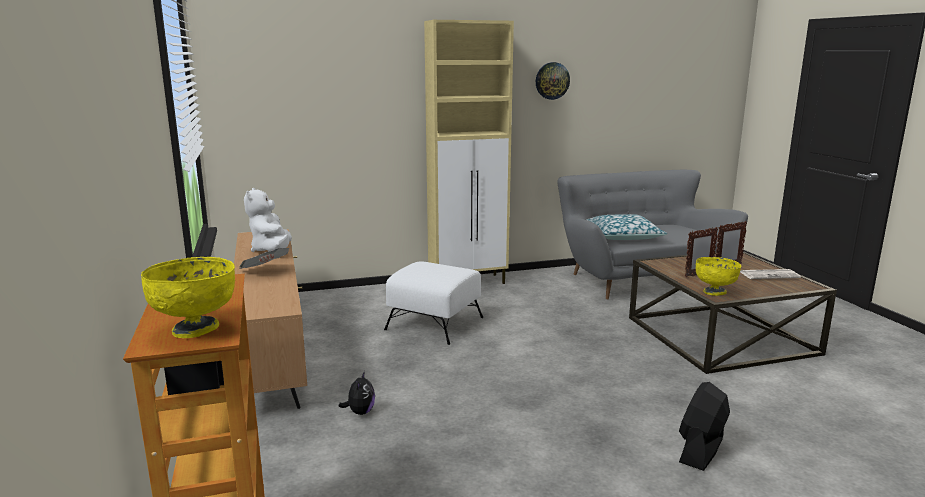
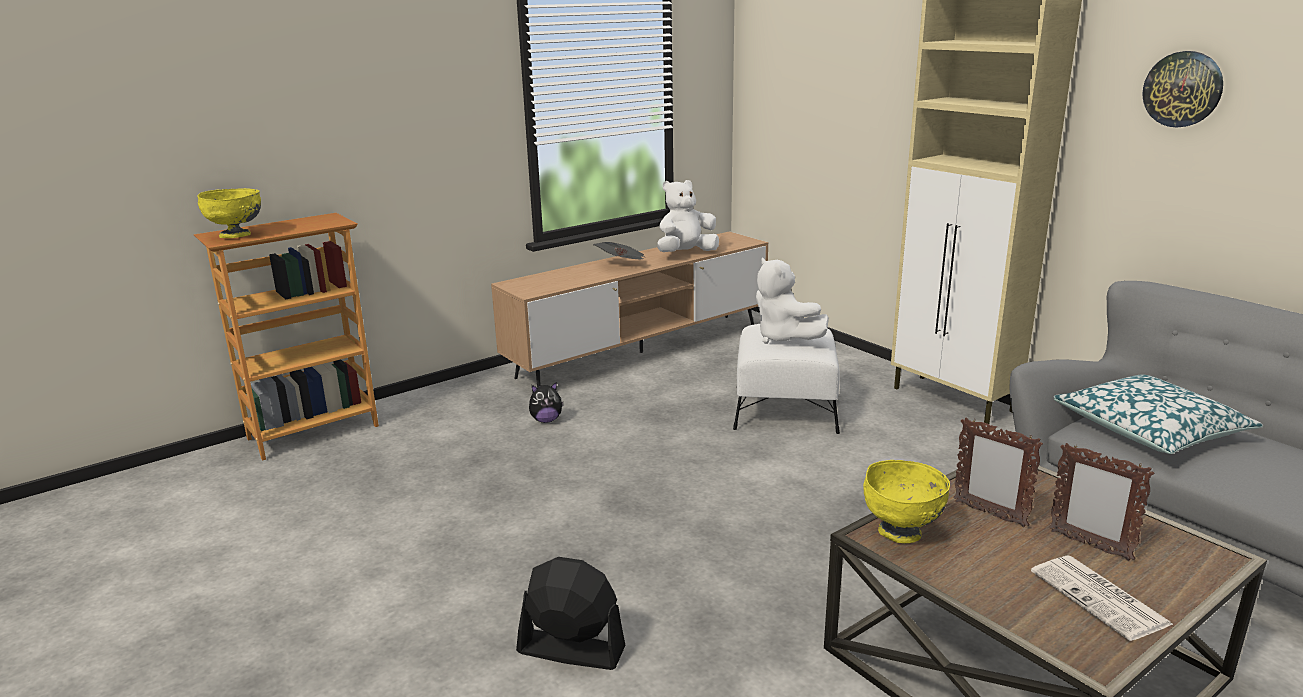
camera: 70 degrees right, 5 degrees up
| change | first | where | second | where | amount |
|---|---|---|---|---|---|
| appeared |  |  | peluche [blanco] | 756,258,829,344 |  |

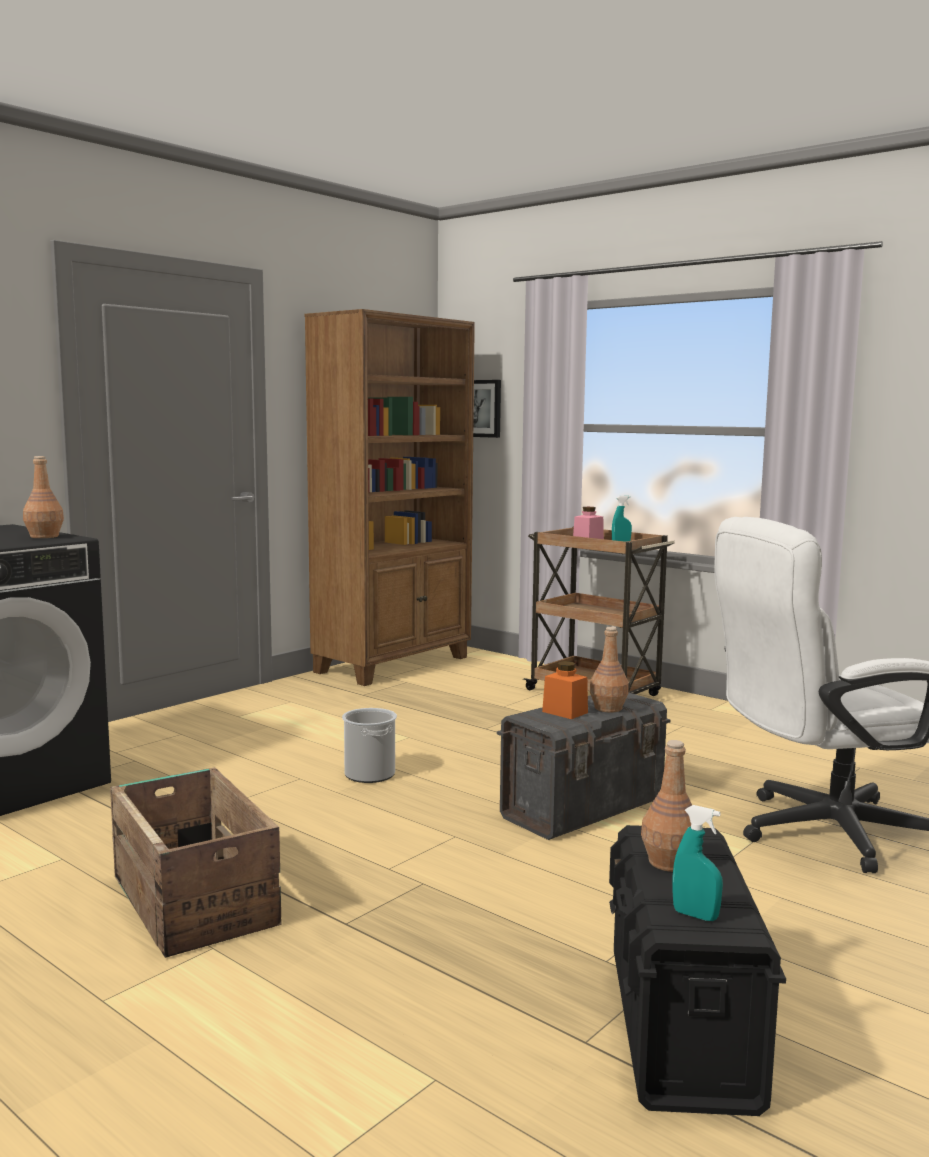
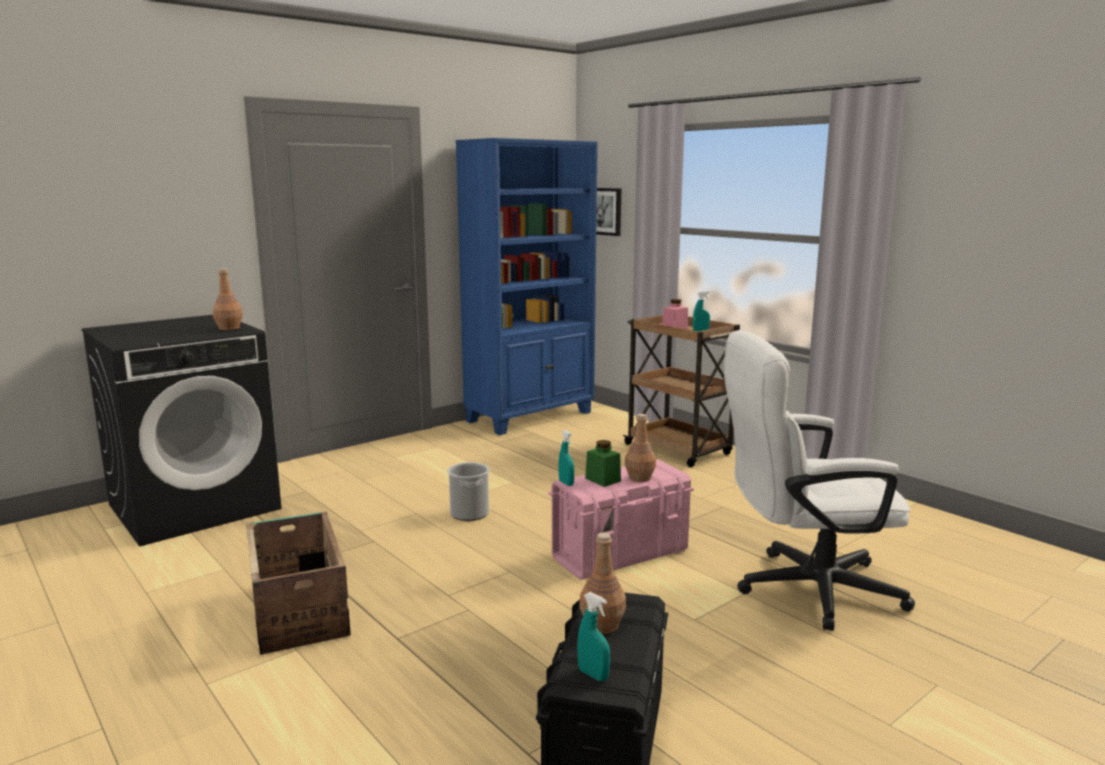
camera: 10 degrees right, 5 degrees up
| change | first | where | second | where | amount |
|---|---|---|---|---|---|
| colour | estantería [marrón] | 304,309,475,686 | estantería [azul] | 456,138,598,435 |  |
| colour | caja de almacenaje [gris] | 497,693,671,840 | caja de almacenaje [rosa] | 548,459,694,580 |  |
| appeared |  |  | pulverizador [turquesa] | 559,430,574,486 |  |
| colour | tarro [naranja] | 542,661,588,719 | tarro [verde] | 585,440,621,487 |  |

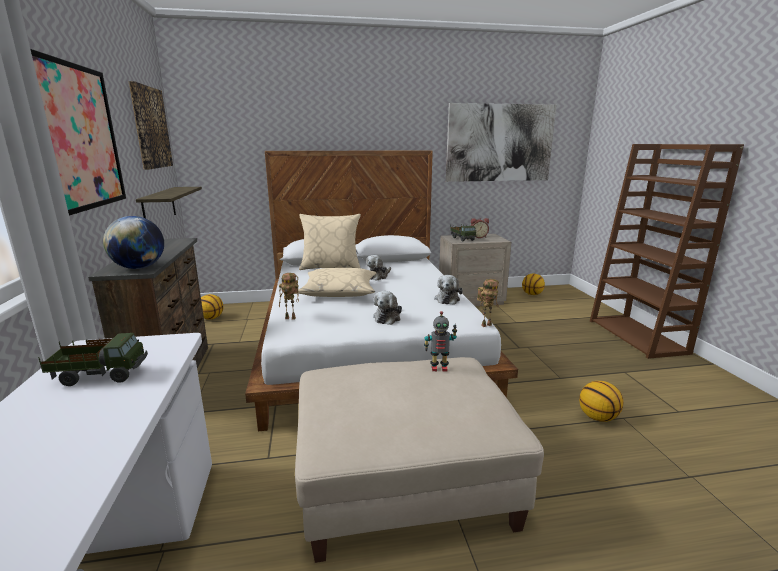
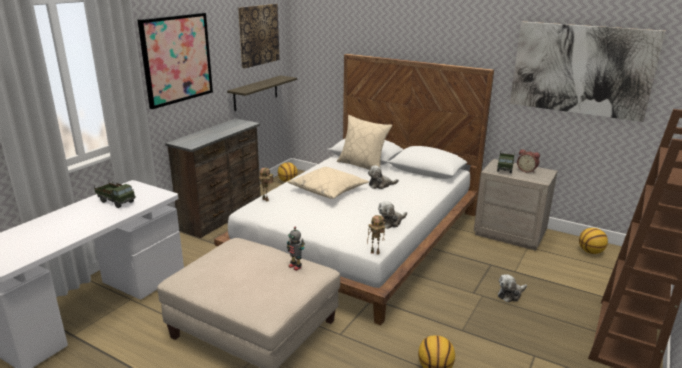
camera: 40 degrees right, 5 degrees up
| change | first | where | second | where | amount |
|---|---|---|---|---|---|
| relocated | peluche | 373,291,402,325 |  | 498,274,527,302 |  |
| missing | globo terráqueo | 103,216,164,269 |  |  |  |

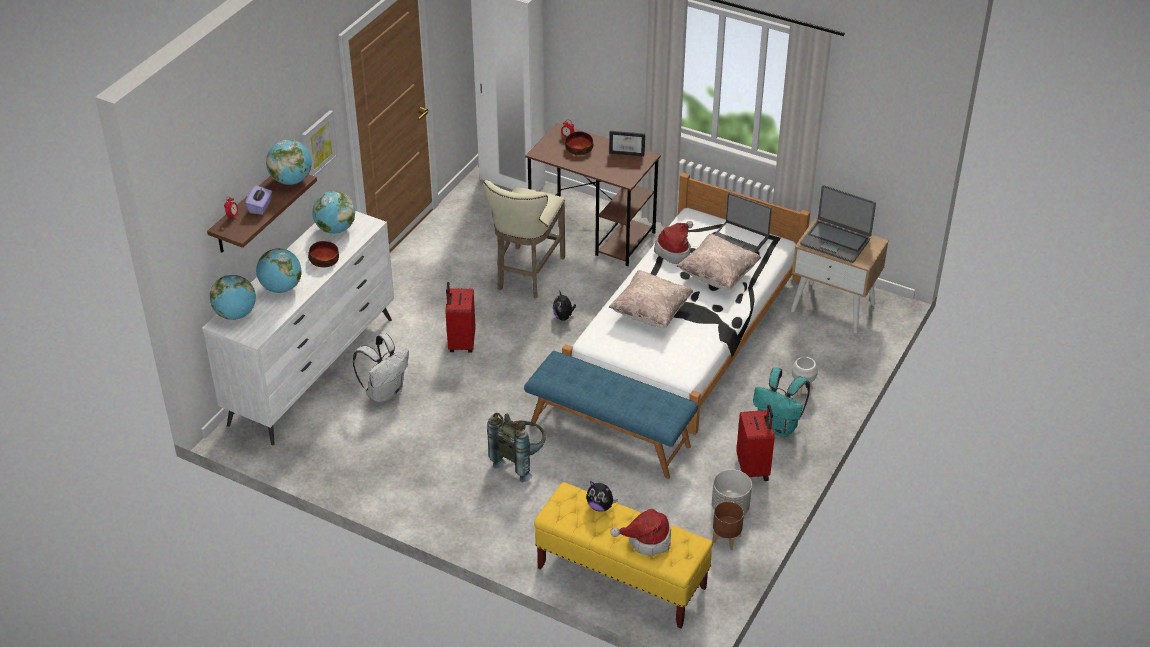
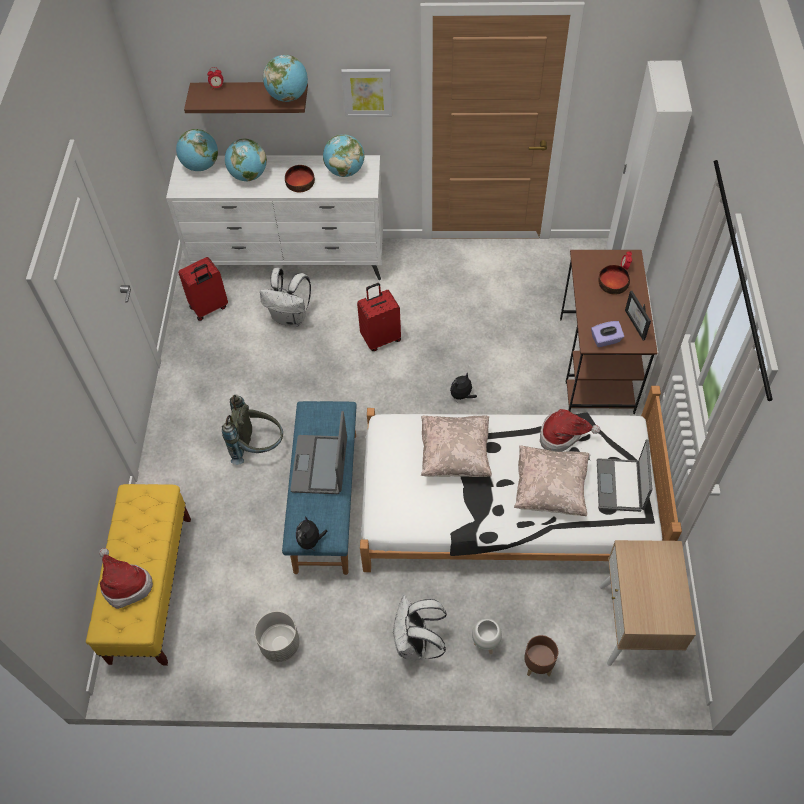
camera: 65 degrees right, 15 degrees up
| change | first | where | second | where | amount |
|---|---|---|---|---|---|
| relocated | maleta [rojo] | 736,405,775,481 |  | 178,257,228,321 |  |
| relocated | portátil | 800,185,876,263 |  | 290,411,347,494 |  |
| relocated | peluche | 586,481,618,512 |  | 296,516,327,552 |  |
| colour | mochila [turquesa] | 753,368,810,437 | mochila [blanco] | 392,595,447,661 |  |
| relocated | maceta [marrón] | 712,501,744,550 |  | 524,635,558,676 |  |
| relocated | caja de pañuelos [morado] | 245,186,272,215 |  | 591,321,624,347 |  |
| missing | taburete [beis] | 483,180,565,298 |  |  |  |

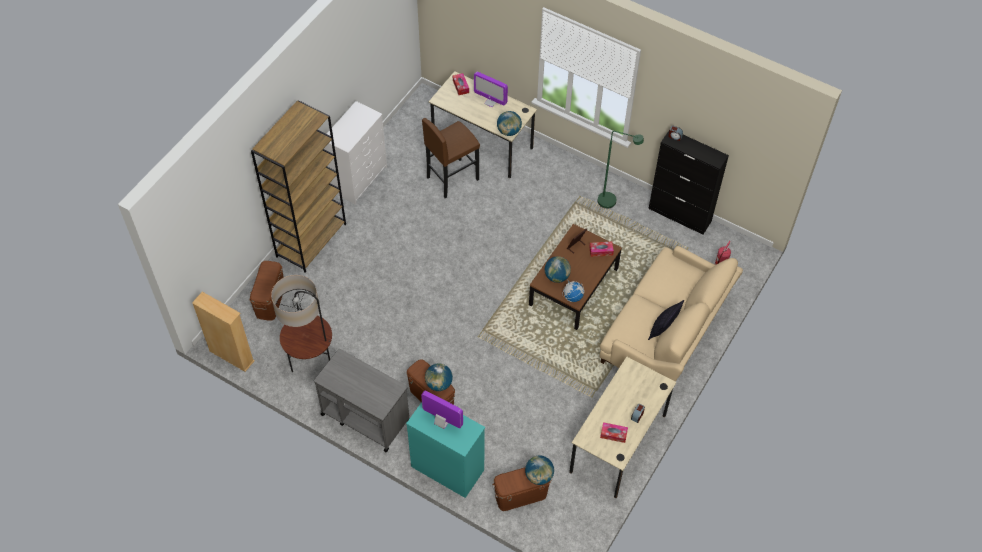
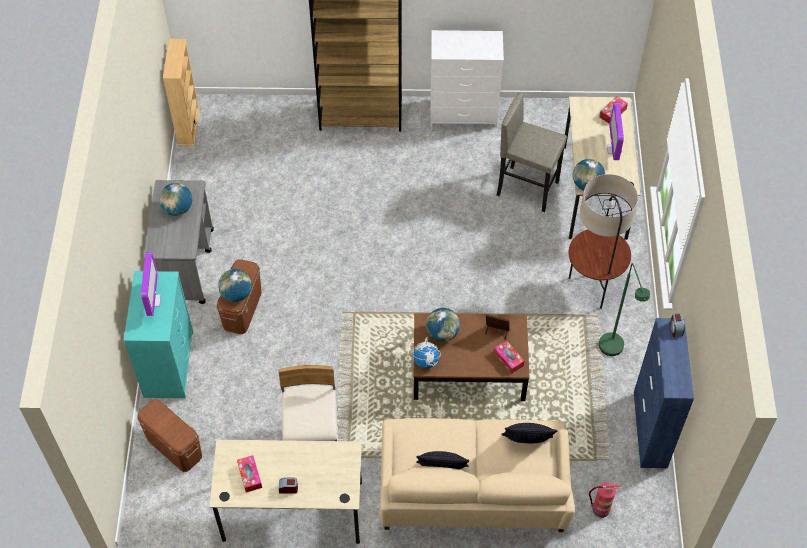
camera: 60 degrees right, 0 degrees up
| change | first | where | second | where | amount |
|---|---|---|---|---|---|
| relocated | globo terráqueo | 525,456,554,485 |  | 159,183,192,216 |  |
| appeared |  |  | silla [beis] | 278,365,338,441 |  |
| colour | taburete [marrón] | 422,118,480,198 | taburete [gris] | 497,93,567,212 |  |
| appeared |  |  | cojín | 501,423,558,443 |  |
| relocated | lámpara de pie | 271,275,332,372 |  | 569,174,638,309 |  |
| colour | armario [negro] | 648,131,729,235 | armario [azul] | 634,318,694,468 |  |
| missing | caja de almacenaje [marrón] | 250,261,284,321 |  |  |  |

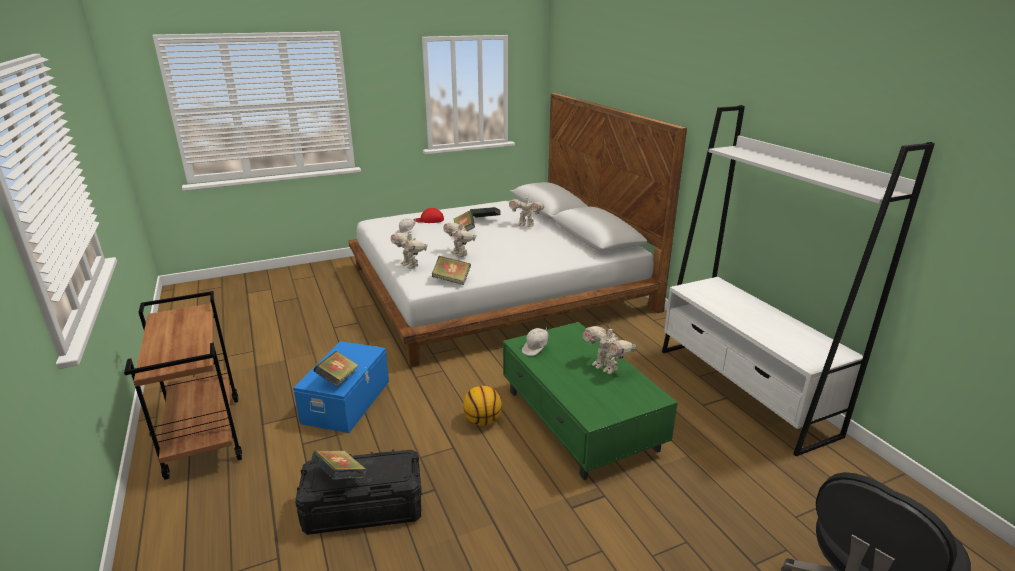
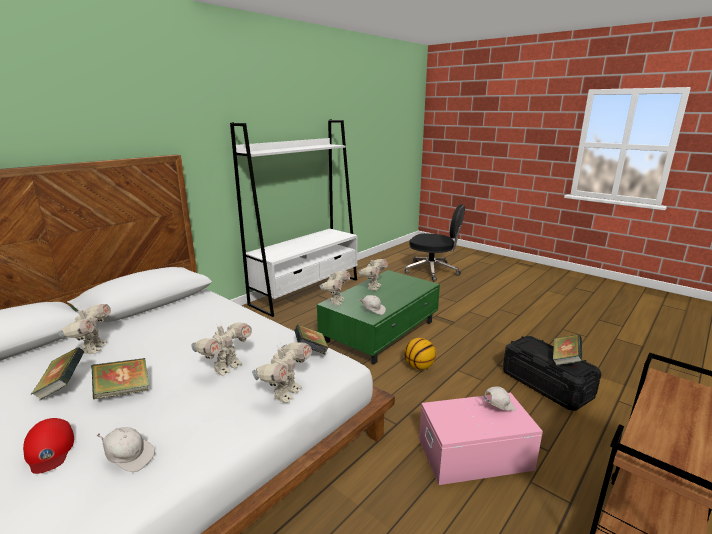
camera: 115 degrees left, 5 degrees down
| change | first | where | second | where | amount |
|---|---|---|---|---|---|
| appeared |  |  | robot de juguete | 319,269,350,305 |  |
| colour | caja de almacenaje [azul] | 293,341,389,433 | caja de almacenaje [rosa] | 419,392,543,485 |  |
| exchanged | libro | 313,351,359,386 | gorra [blanco] | 482,386,516,411 |  |

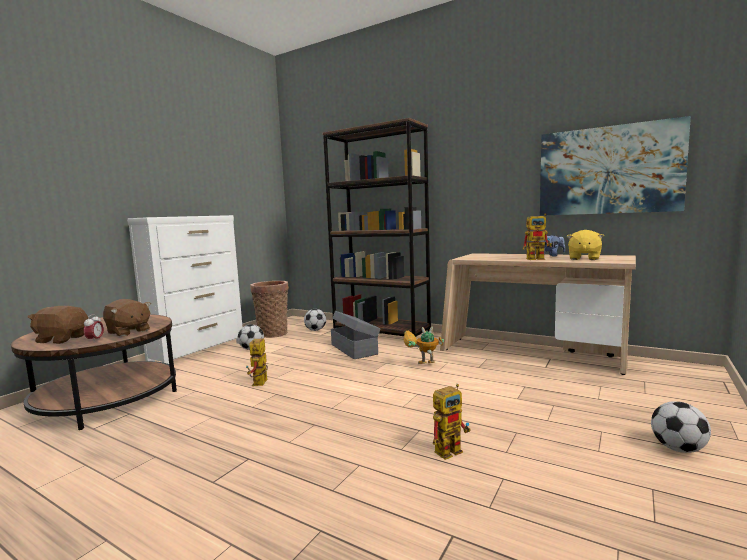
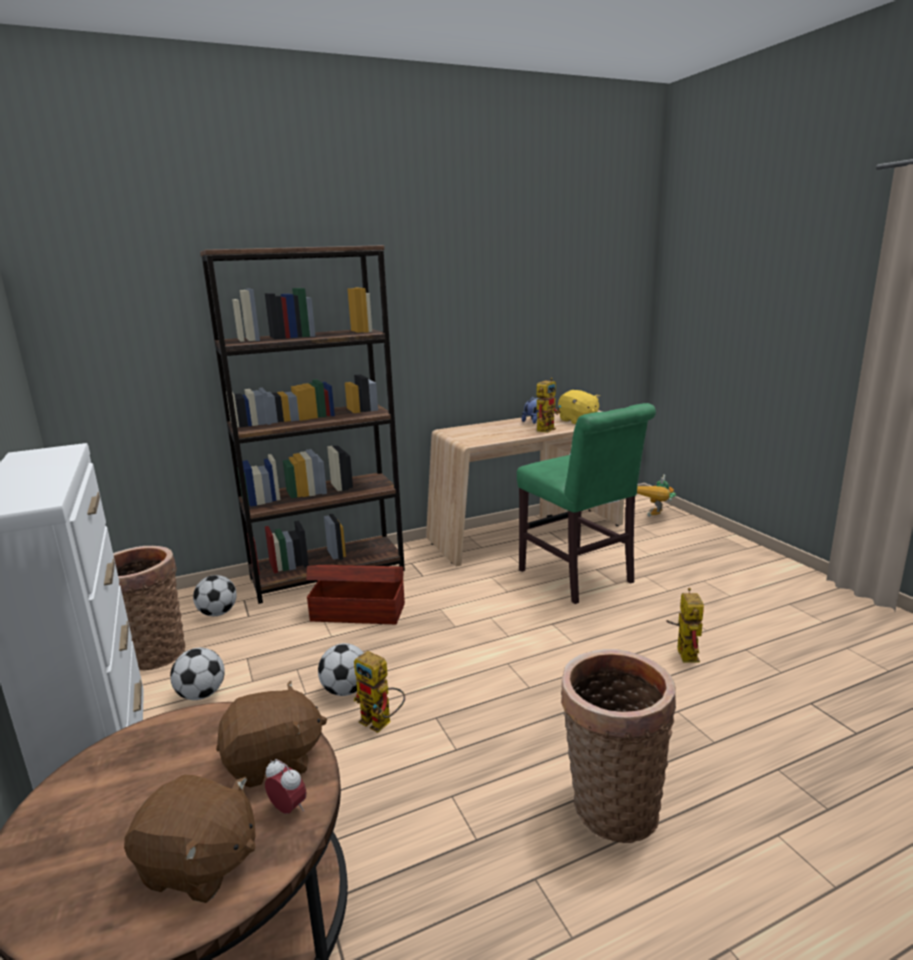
camera: 55 degrees left, 10 degrees up
| change | first | where | second | where | amount |
|---|---|---|---|---|---|
| spun | peluche [marrón] | 28,306,88,344 |  | 124,774,256,903 | 120 degrees counterclockwise |
| colour | caja de almacenaje [gris] | 331,311,381,359 | caja de almacenaje [marrón] | 306,565,405,624 |  |
| relocated | balón de fútbol | 651,401,711,453 |  | 318,643,364,696 |  |
| appeared |  |  | silla [verde] | 517,403,656,604 |  |
| appeared |  |  | cesta | 561,649,676,843 |  |
| relocated | robot de juguete | 404,327,444,364 |  | 637,474,676,517 |  |
| missing | cuadro | 540,116,691,216 |  |  |  |

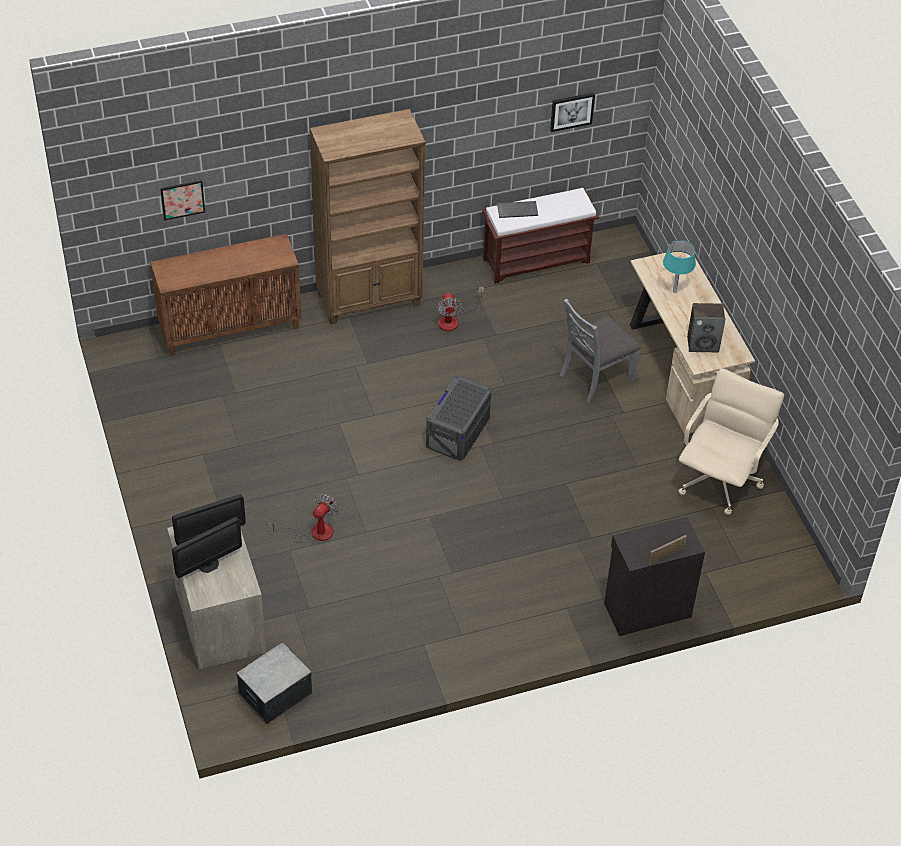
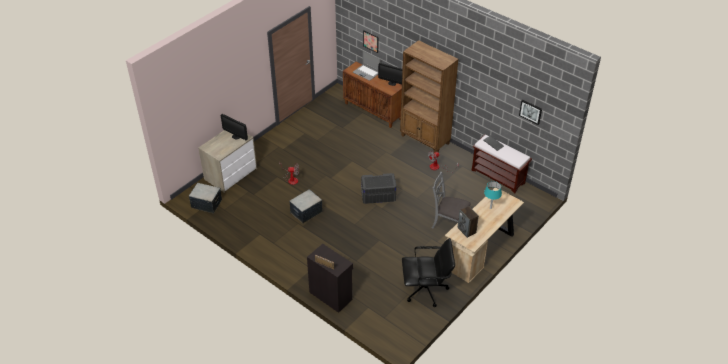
camera: 60 degrees right, 5 degrees down
| change | first | where | second | where | amount |
|---|---|---|---|---|---|
| appeared |  |  | caja de almacenaje | 289,189,323,224 |  |
| appeared |  |  | portátil | 353,51,380,81 |  |
| relocated | monitor | 172,517,242,578 |  | 378,63,402,86 |  |
| colour | silla de oficina [beis] | 679,368,784,515 | silla de oficina [negro] | 402,238,455,307 |  |

